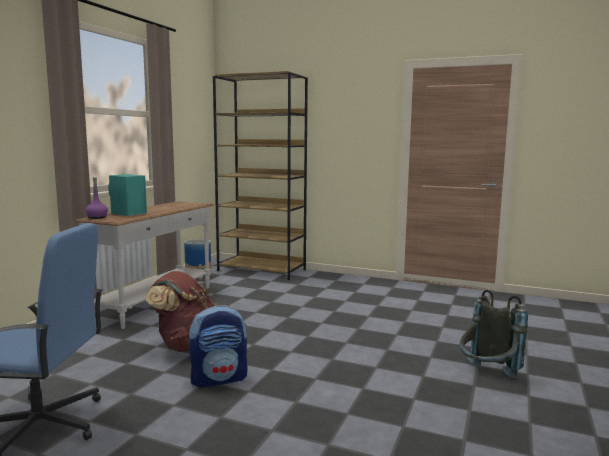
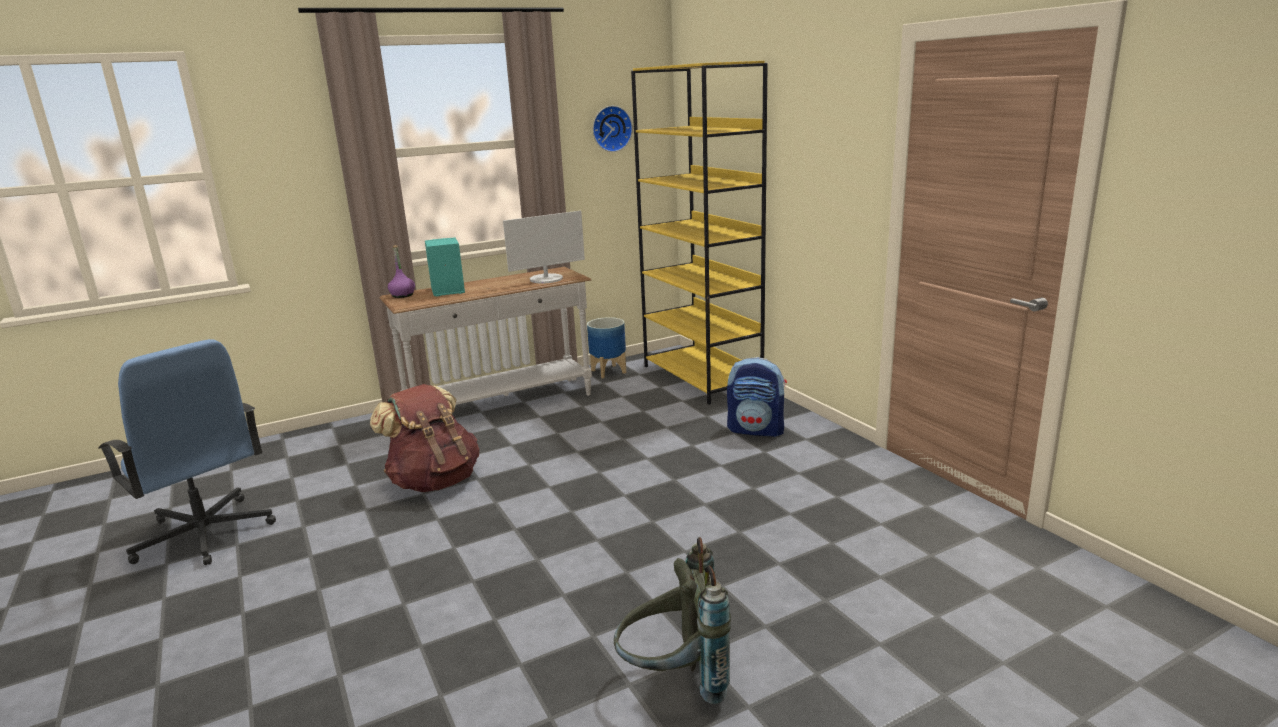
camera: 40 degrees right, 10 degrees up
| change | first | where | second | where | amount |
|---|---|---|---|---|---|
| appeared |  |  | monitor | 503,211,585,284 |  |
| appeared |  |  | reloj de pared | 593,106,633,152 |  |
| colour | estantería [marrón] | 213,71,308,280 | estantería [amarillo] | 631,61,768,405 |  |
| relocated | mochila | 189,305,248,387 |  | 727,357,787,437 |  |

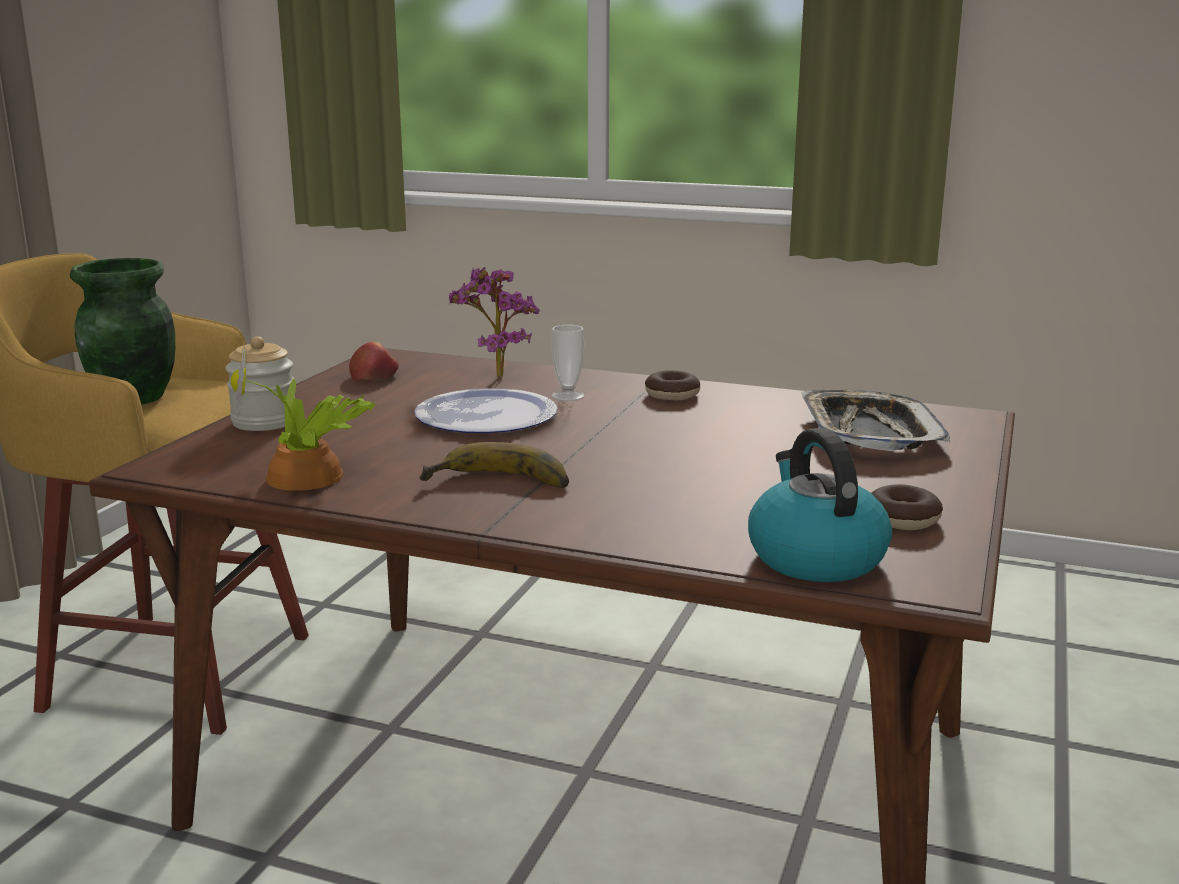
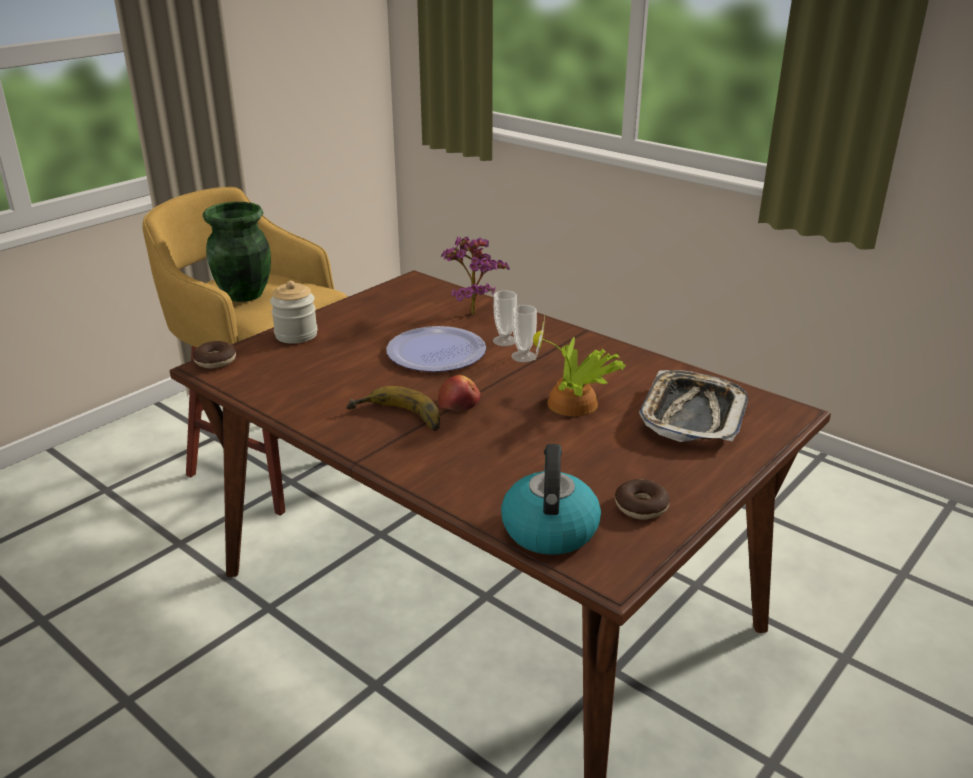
camera: 20 degrees right, 10 degrees up
| change | first | where | second | where | amount |
|---|---|---|---|---|---|
| relocated | rosquilla | 645,370,700,400 |  | 193,341,236,369 |  |
| relocated | manzana | 349,342,399,381 |  | 438,375,481,411 |  |
| appeared |  |  | taza | 511,305,537,362 |  |
| relocated | planta en maceta | 231,345,376,491 |  | 533,317,626,416 |  |

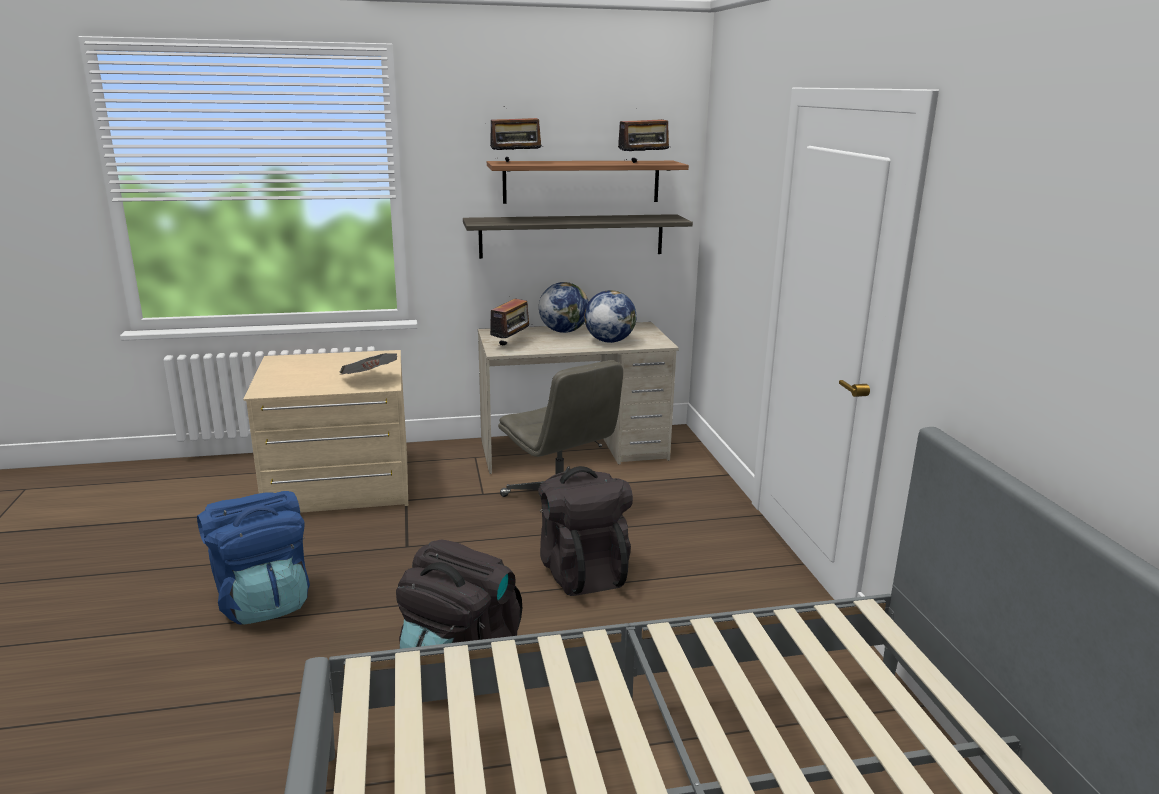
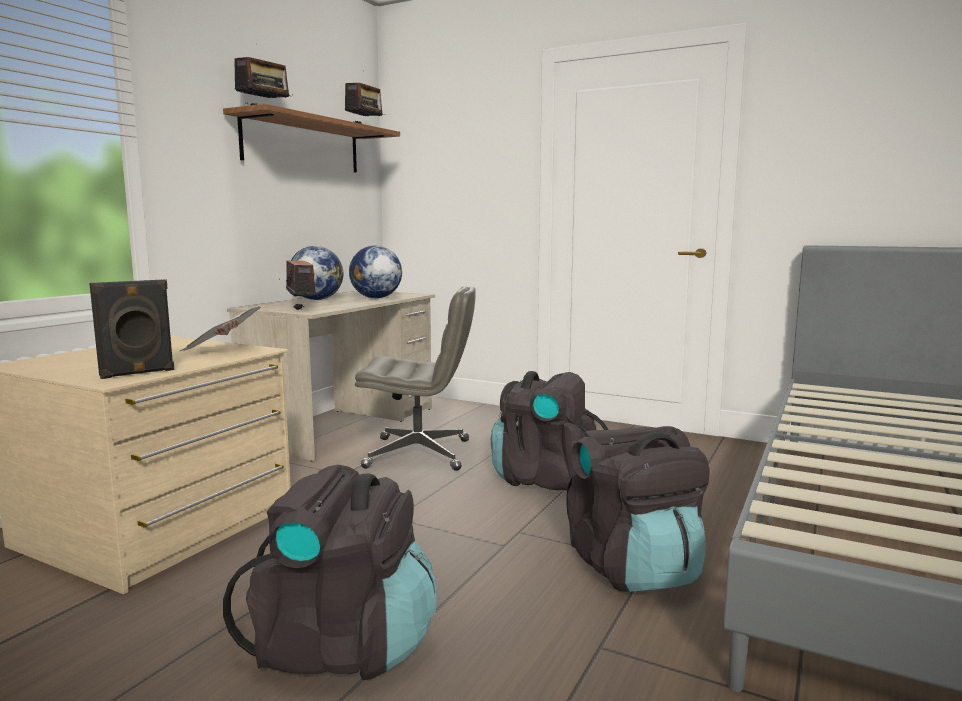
camera: 50 degrees left, 10 degrees down
| change | first | where | second | where | amount |
|---|---|---|---|---|---|
| appeared |  |  | altavoz [negro] | 89,279,174,379 |  |
| colour | mochila [azul] | 197,491,310,625 | mochila [negro] | 223,465,437,680 |  |
| missing | estante | 463,214,693,259 |  |  |  |

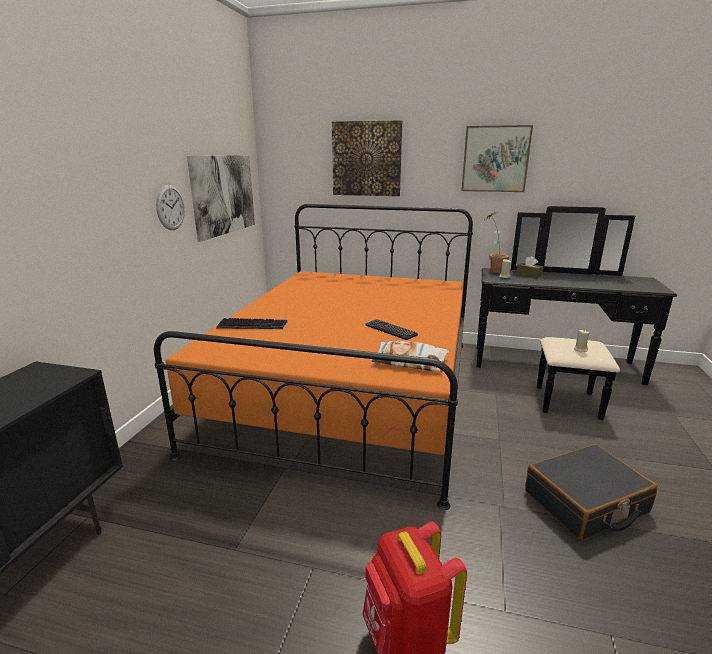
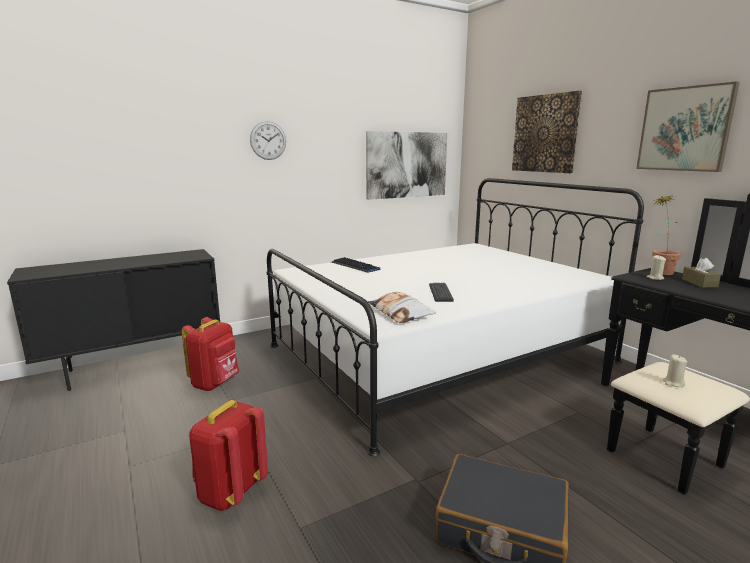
camera: 45 degrees right, 5 degrees down
| change | first | where | second | where | amount |
|---|---|---|---|---|---|
| appeared |  |  | mochila [rojo] | 181,317,239,391 |  |
| relocated | reloj de pared | 156,185,185,230 |  | 250,121,286,160 |  |
| colour | cama [naranja] | 154,204,473,510 | cama [blanco] | 267,178,644,456 |  |

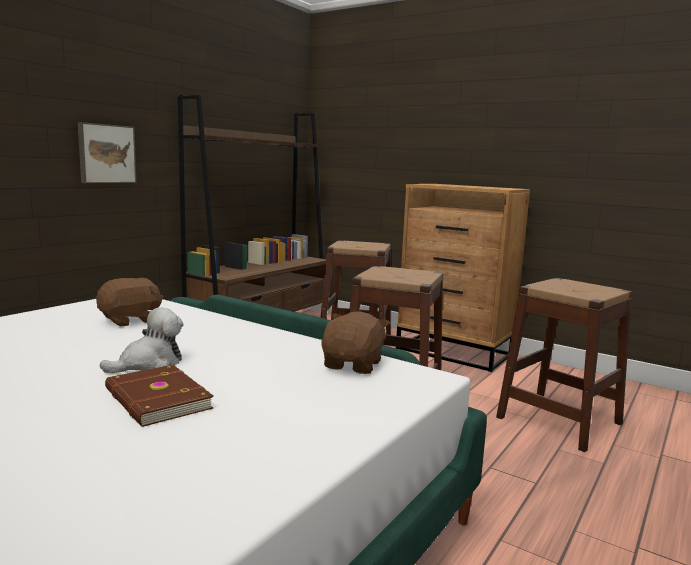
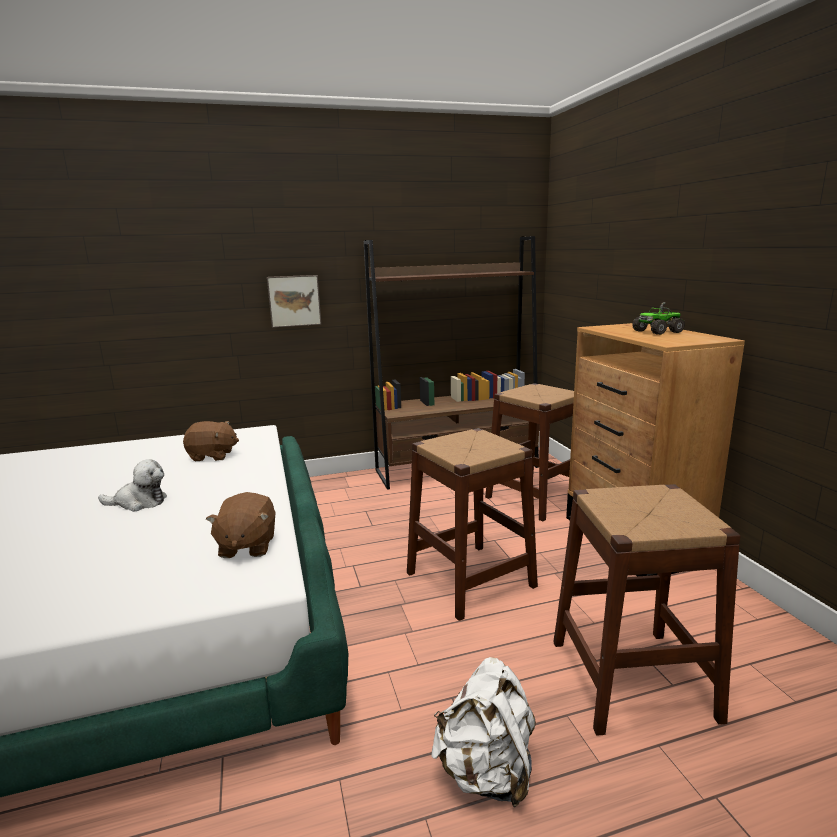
camera: 40 degrees right, 5 degrees up
| change | first | where | second | where | amount |
|---|---|---|---|---|---|
| spun | peluche [marrón] | 321,311,390,374 |  | 206,492,275,558 | 120 degrees clockwise |
| appeared |  |  | mochila [blanco] | 431,657,536,807 |  |
| appeared |  |  | camión de juguete | 632,302,685,335 |  |
| missing | libro [marrón] | 105,365,213,427 |  |  |  |

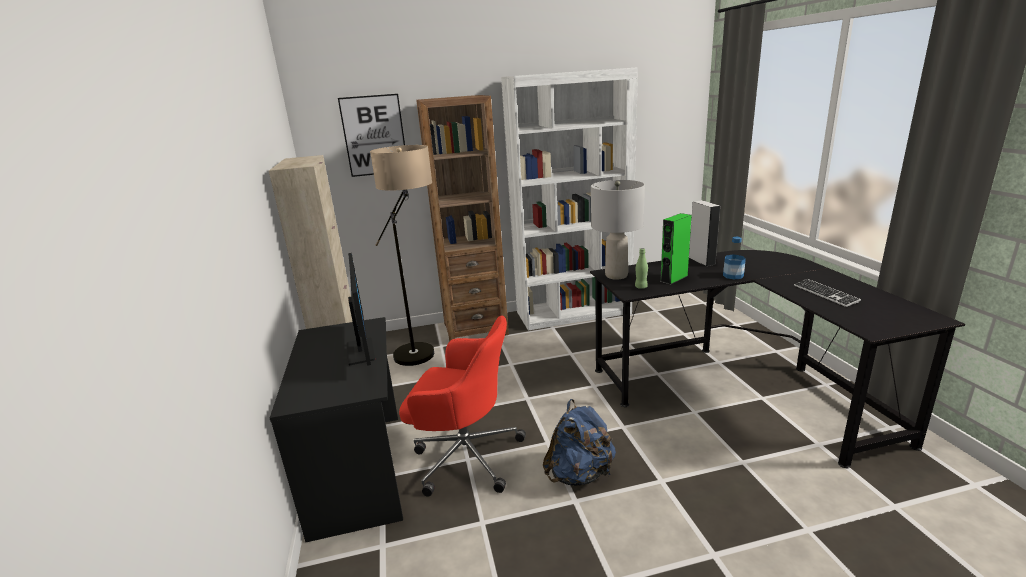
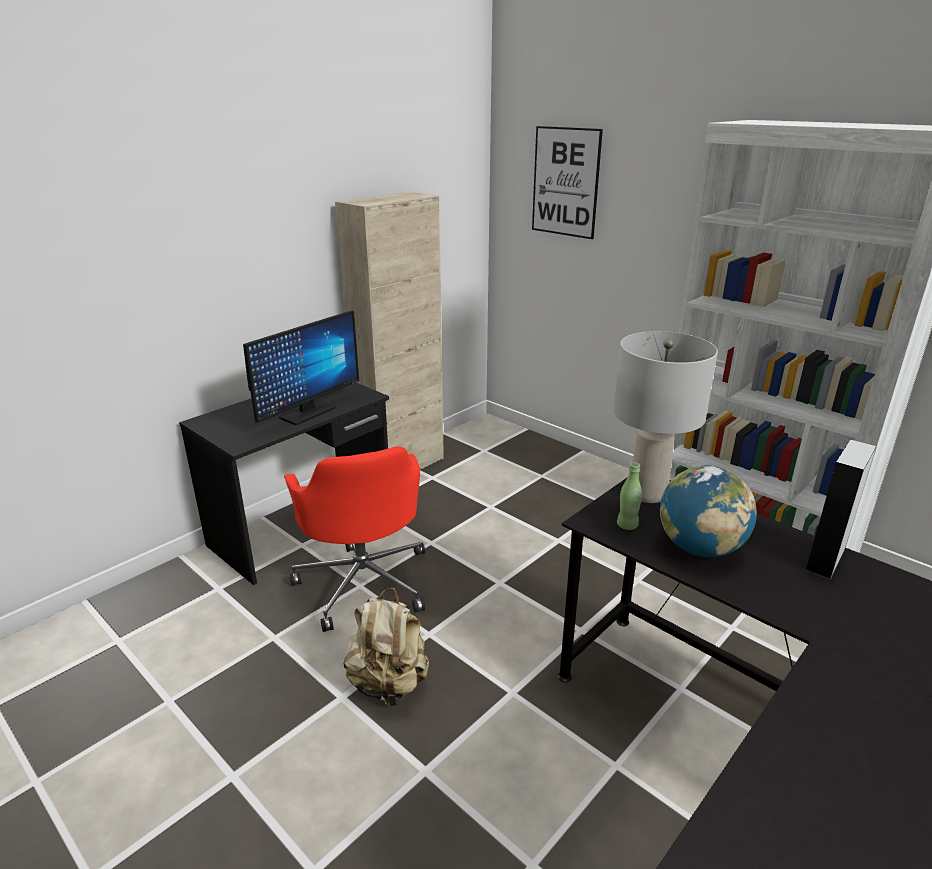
camera: 55 degrees right, 5 degrees up
| change | first | where | second | where | amount |
|---|---|---|---|---|---|
| colour | mochila [azul] | 543,399,616,486 | mochila [beis] | 344,588,429,706 |  |
| exchanged | altavoz [verde] | 660,213,692,285 | globo terráqueo | 660,466,757,557 |  |
| missing | lámpara de pie | 370,145,435,366 |  |  |  |
| missing | estantería [marrón] | 416,95,509,341 |  |  |  |
| missing | botella | 723,237,746,279 |  |  |  |
| missing | teclado | 794,279,861,307 |  |  |  |

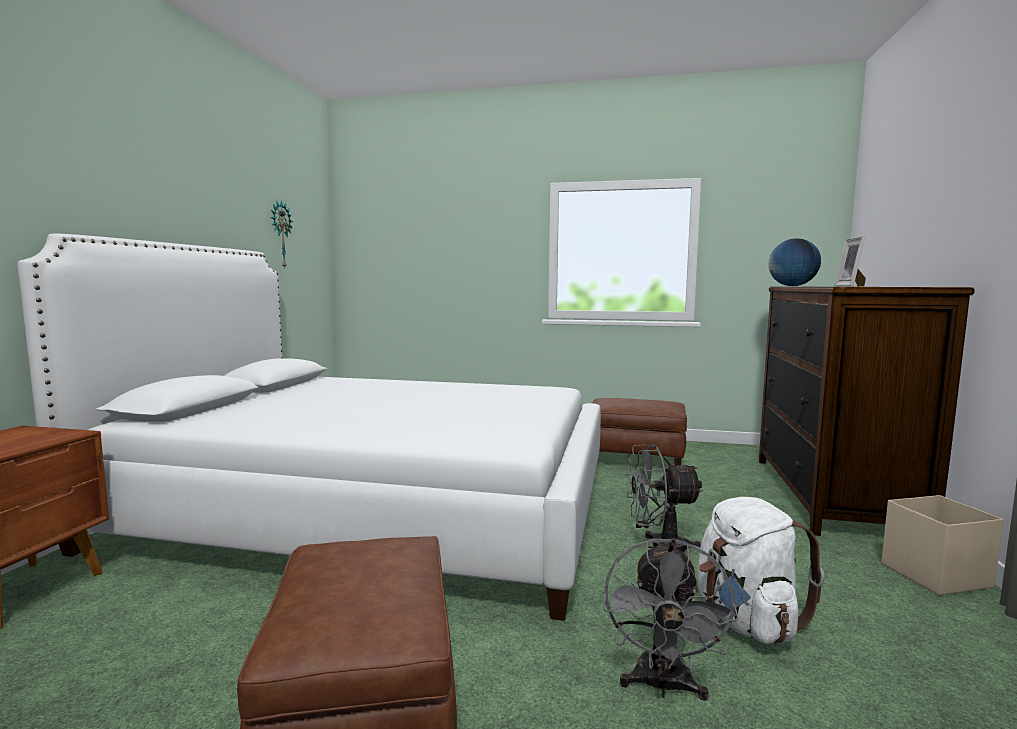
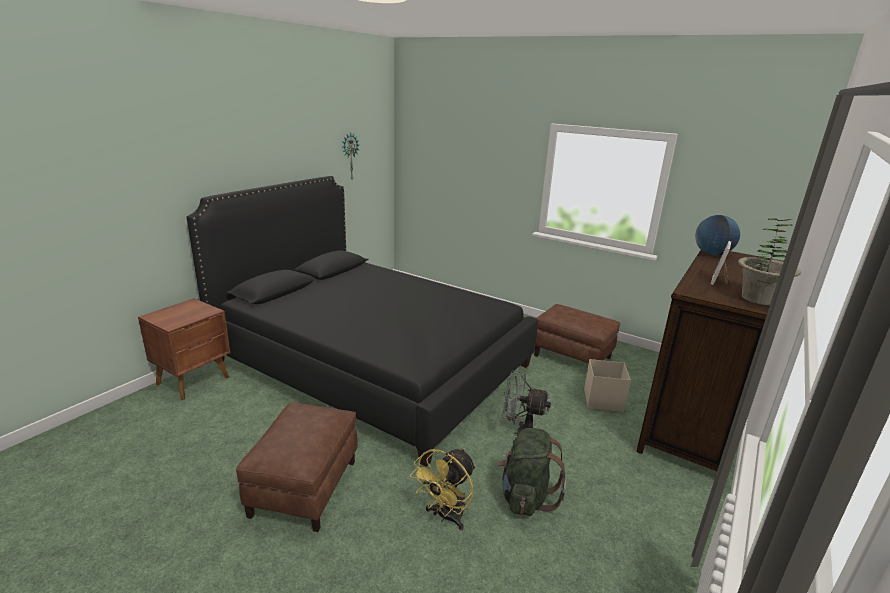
camera: 20 degrees right, 15 degrees up
| change | first | where | second | where | amount |
|---|---|---|---|---|---|
| colour | cama [blanco] | 17,234,601,621 | cama [negro] | 187,176,538,467 |  |
| colour | ventilador [gris] | 603,538,739,701 | ventilador [amarillo] | 410,448,476,530 |  |
| colour | mochila [blanco] | 698,497,825,644 | mochila [verde] | 498,428,566,516 |  |
| relocated | caja de almacenaje [beis] | 882,495,1004,596 |  | 584,359,631,412 |  |
| appeared |  |  | planta en maceta | 738,219,801,305 |  |

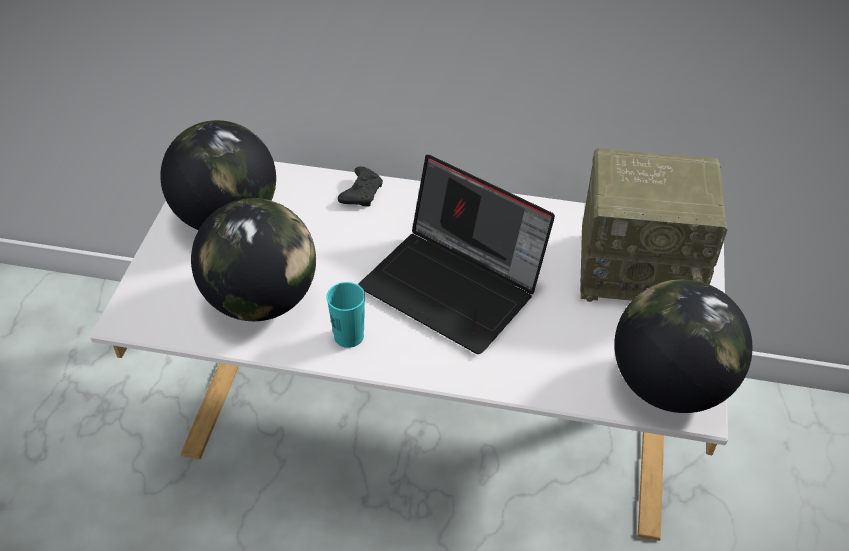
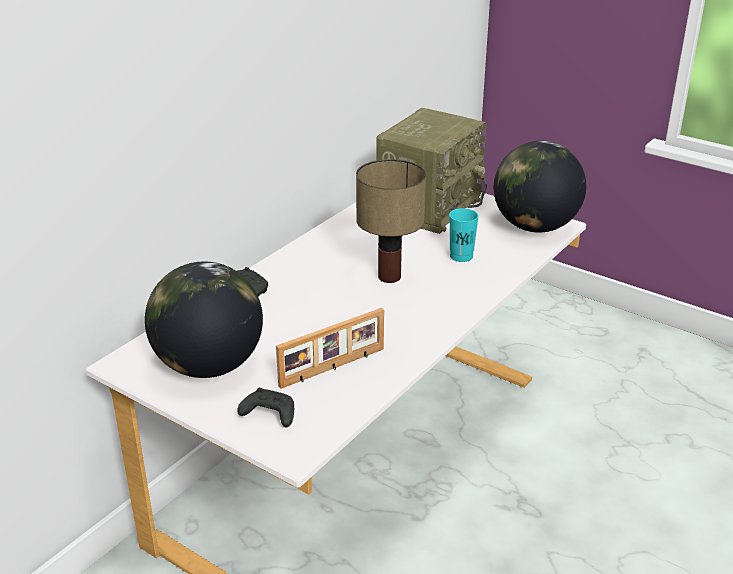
camera: 65 degrees left, 15 degrees down
| change | first | where | second | where | amount |
|---|---|---|---|---|---|
| appeared |  |  | mando de consola [negro] | 237,388,294,428 |  |
| exchanged | globo terráqueo | 191,198,316,321 | portarretratos | 276,308,384,389 |  |
| exchanged | portátil | 358,155,555,354 | lámpara de mesa | 356,159,426,283 |  |
| relocated | taza [turquesa] | 326,282,365,348 |  | 449,208,479,262 |  |

